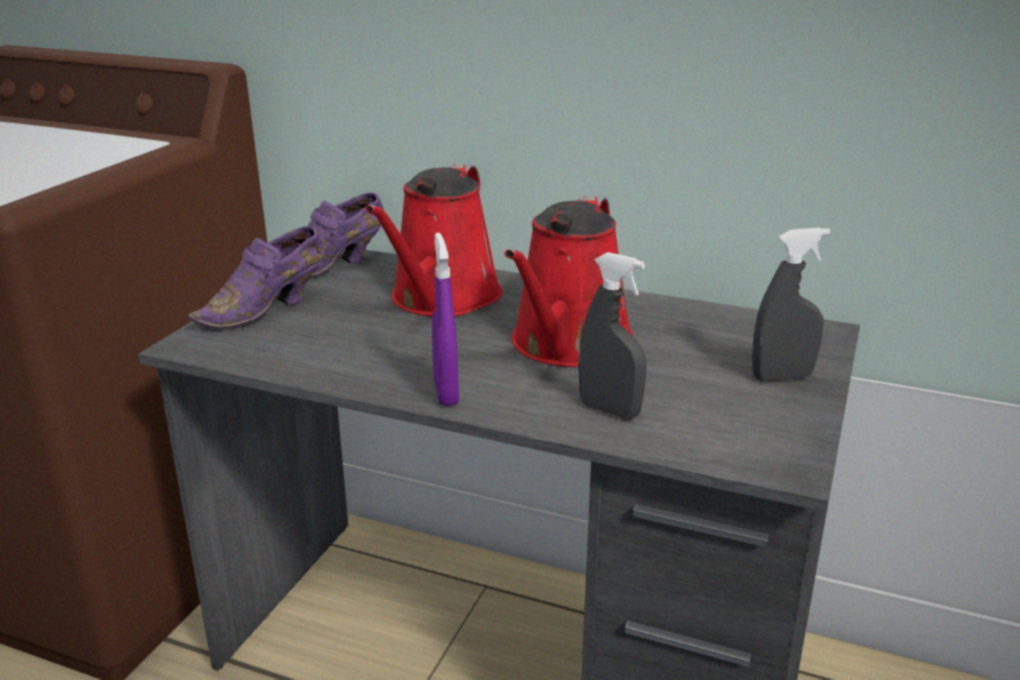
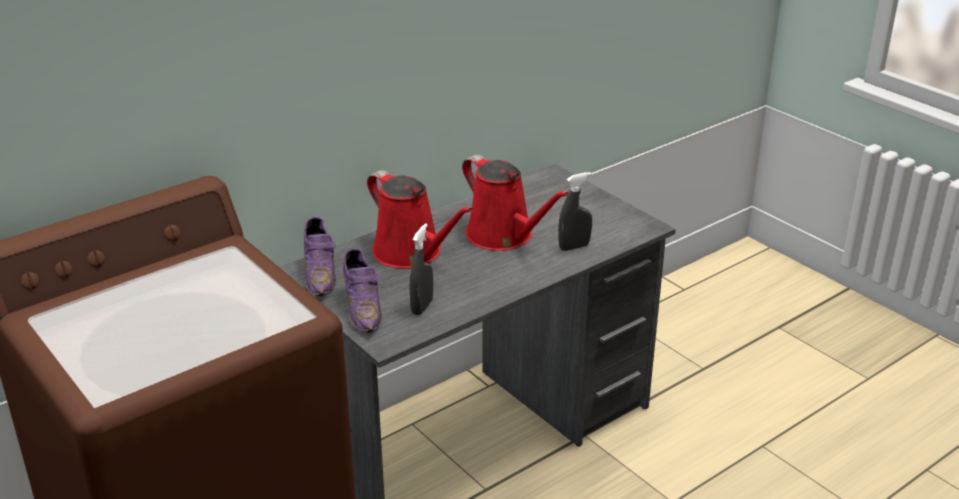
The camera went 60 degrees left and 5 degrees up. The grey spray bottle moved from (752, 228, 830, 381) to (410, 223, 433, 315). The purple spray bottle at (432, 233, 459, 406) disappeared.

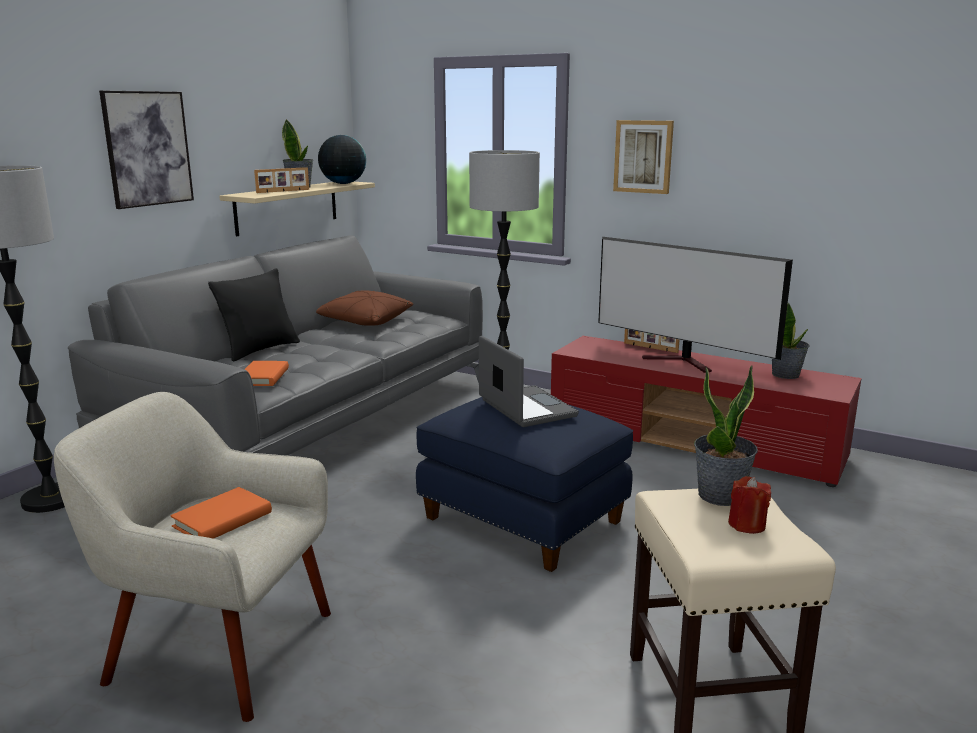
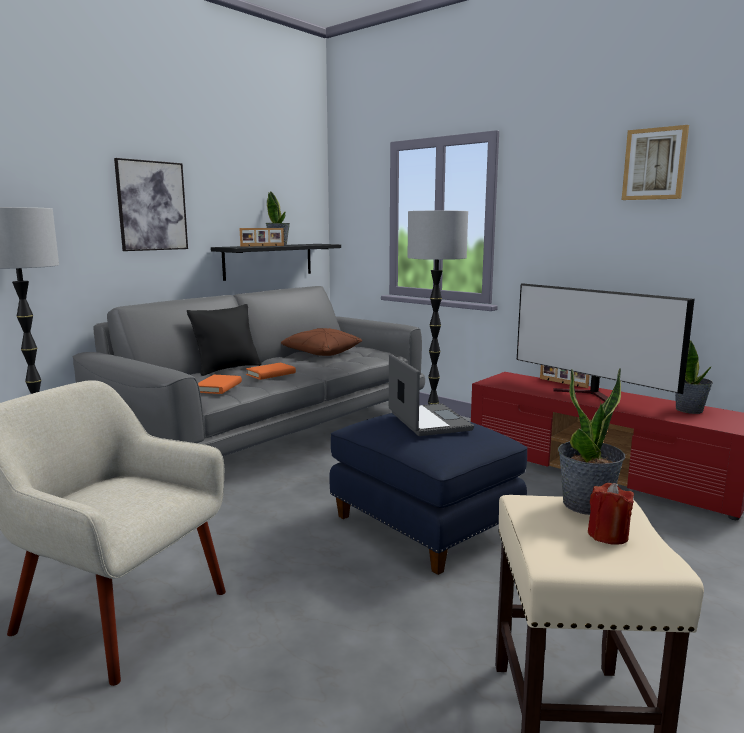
The camera went 10 degrees right and 5 degrees down. The beige shelf at (219, 182, 375, 236) became the black shelf at (211, 244, 341, 281). The orange book moved from (170, 487, 272, 539) to (246, 363, 296, 380). The picture moved from (613, 120, 674, 194) to (622, 125, 689, 200). The globe at (318, 135, 366, 184) disappeared.

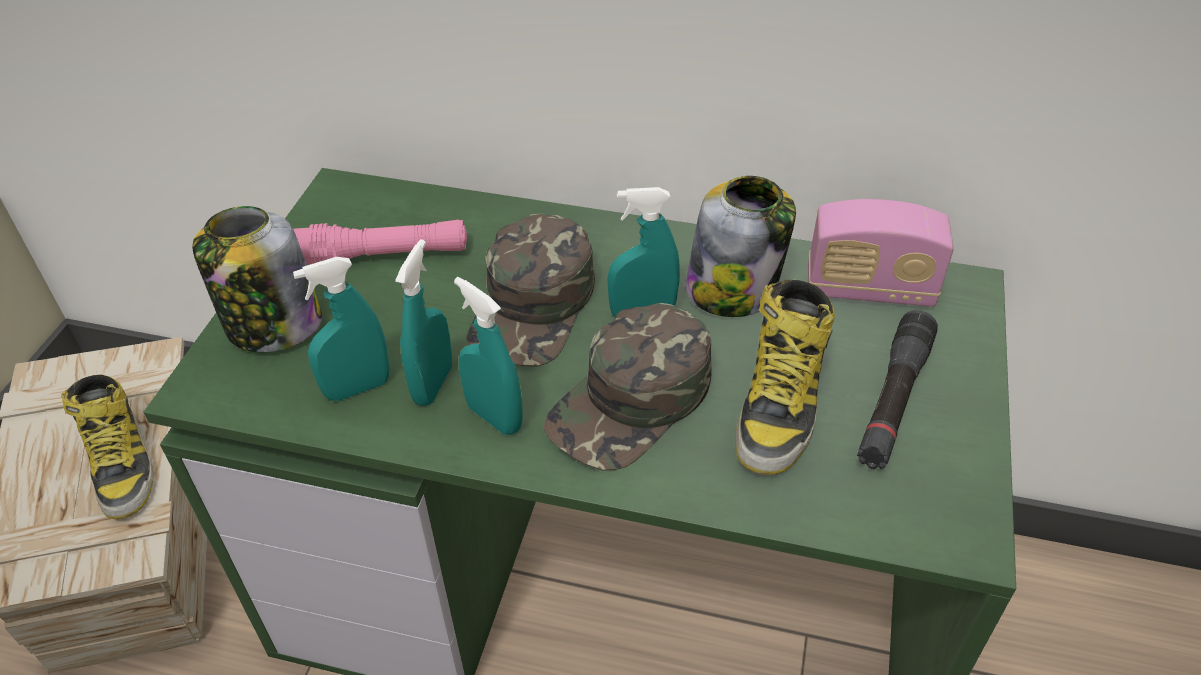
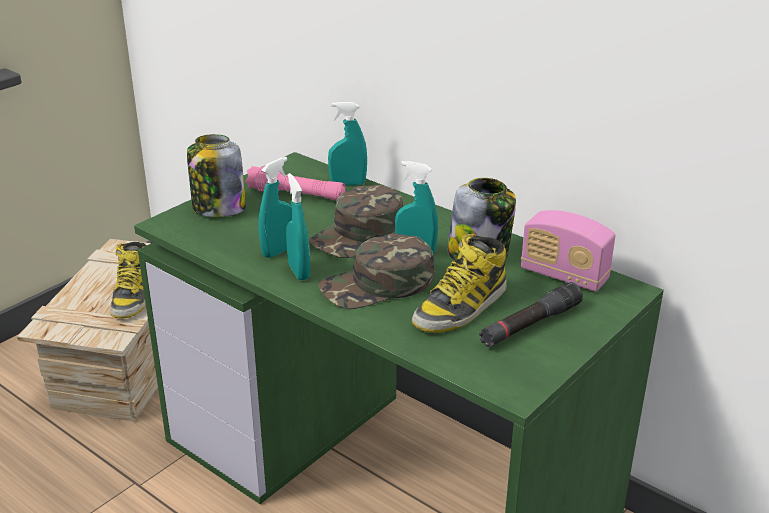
The camera went 25 degrees right and 15 degrees down. The turquoise spray bottle moved from (293, 257, 389, 401) to (328, 102, 367, 185).

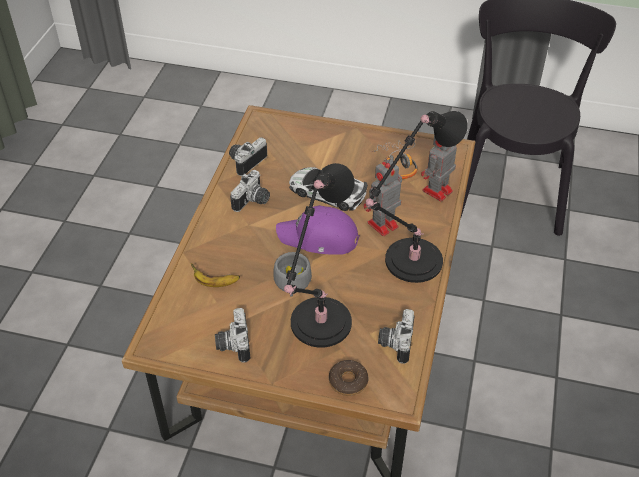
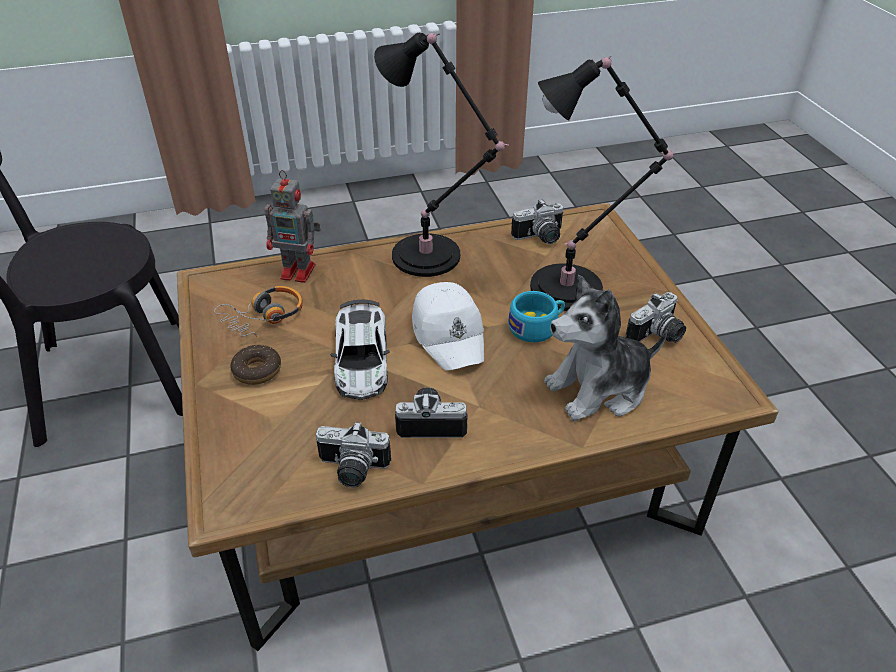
The camera went 120 degrees left and 5 degrees down. The donut moved from (329, 360, 368, 396) to (230, 345, 281, 385). The purple cap at (276, 205, 360, 255) became the white cap at (412, 282, 484, 370). The grey cup at (273, 252, 312, 297) became the turquoise cup at (508, 291, 565, 342). The banana at (191, 263, 240, 287) was replaced by the plush toy at (544, 275, 668, 421). The toy robot at (364, 157, 402, 236) disappeared.

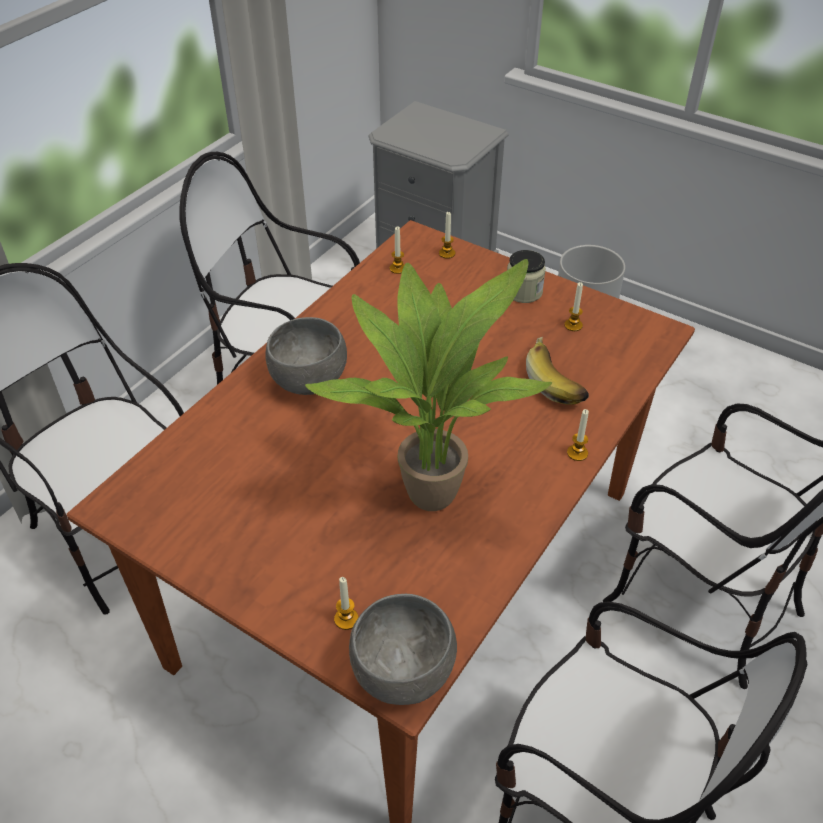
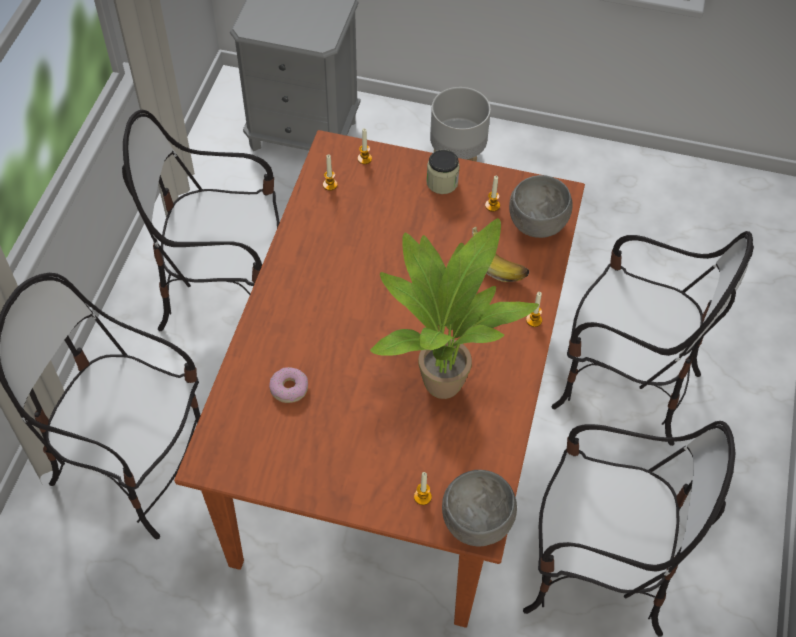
The camera went 20 degrees left and 10 degrees up. The donut at (269, 367, 308, 403) appeared. The grey bowl moved from (265, 317, 347, 395) to (509, 175, 573, 238).

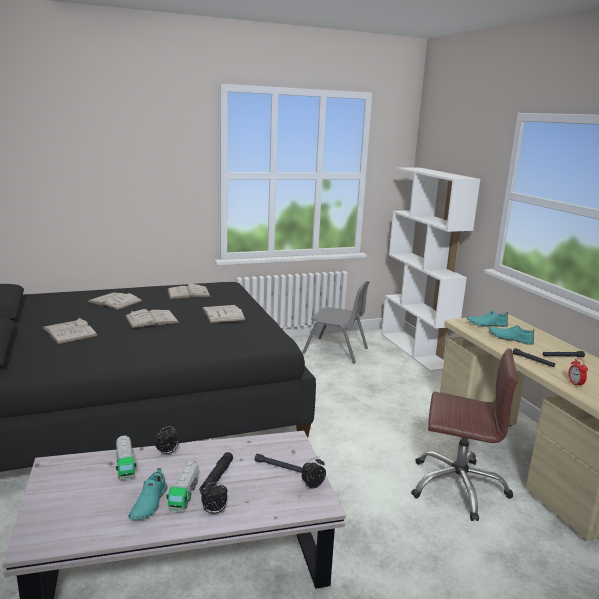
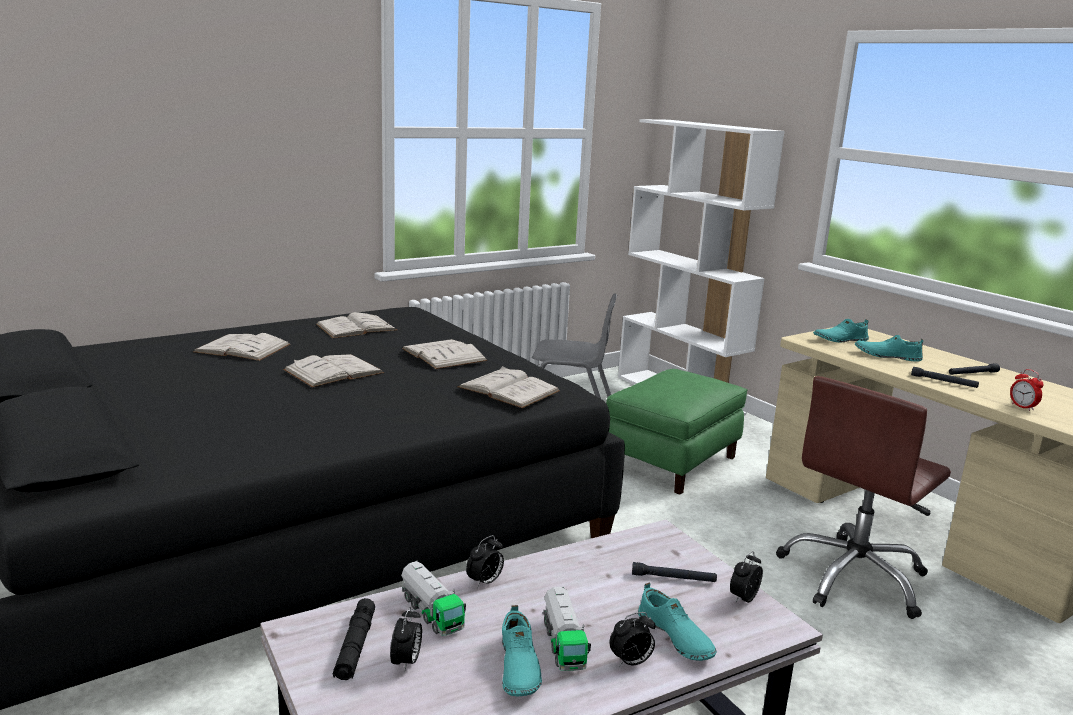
The camera went 15 degrees left and 0 degrees up. The black flashlight moved from (199, 452, 233, 492) to (333, 598, 375, 680). The alarm clock at (390, 607, 422, 672) appeared. The white book moved from (43, 318, 98, 344) to (457, 366, 560, 408). The green ottoman at (606, 369, 748, 495) appeared. The turquoise shoe at (638, 582, 717, 661) appeared. The brown office chair at (411, 349, 518, 521) turned 135 degrees clockwise.

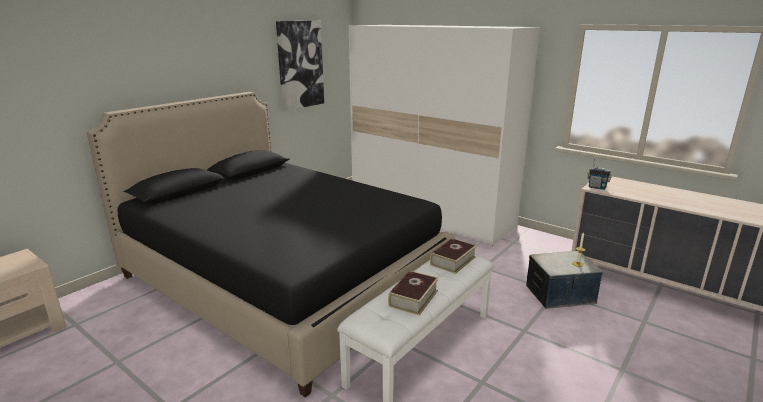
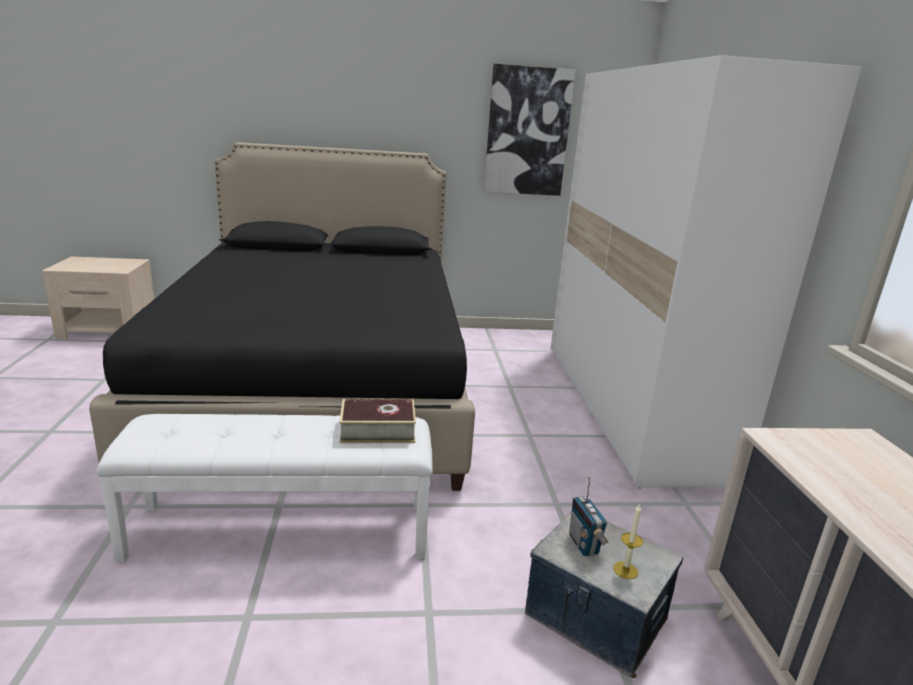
The camera went 45 degrees right and 0 degrees up. The radio moved from (587, 159, 612, 190) to (569, 477, 608, 556). The book at (388, 271, 439, 316) disappeared.

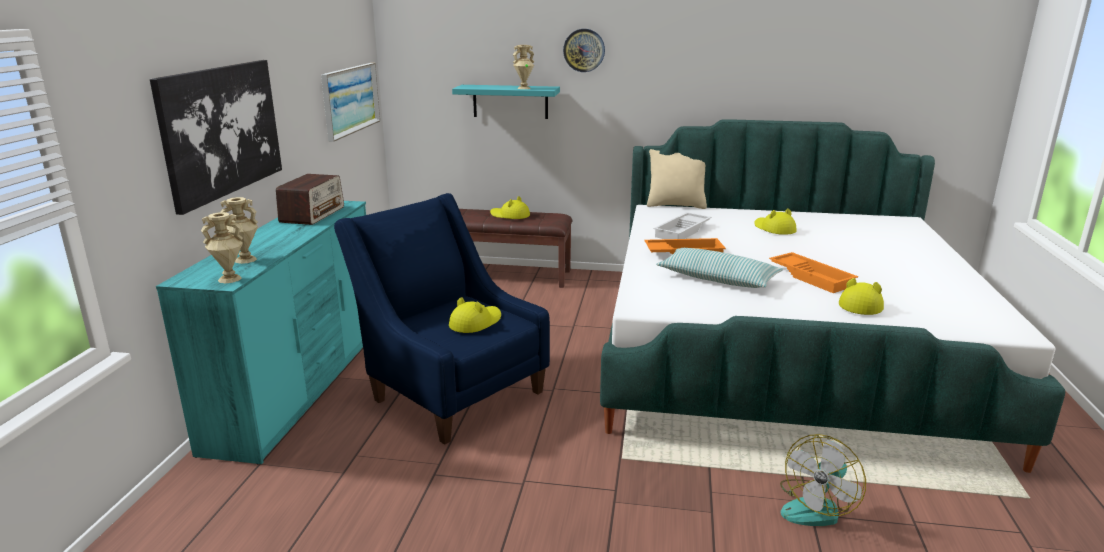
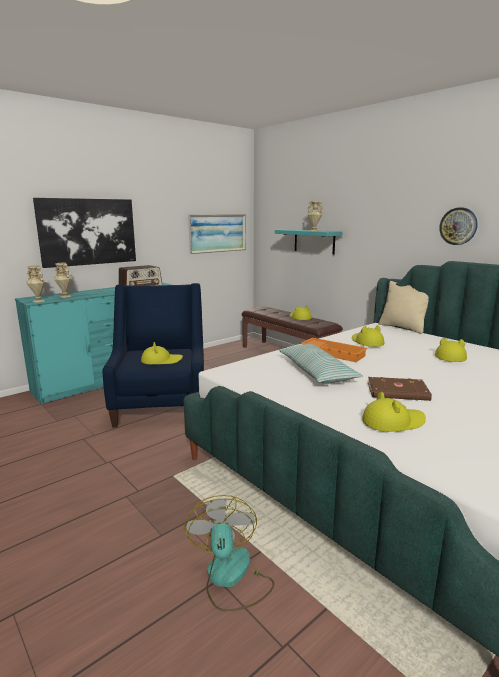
The camera went 40 degrees right and 5 degrees down. The fan at (780, 434, 866, 526) turned 90 degrees clockwise. The white tray at (653, 212, 711, 239) was replaced by the yellow hat at (352, 325, 384, 347). The orange tray at (769, 252, 858, 293) was replaced by the brown book at (368, 377, 432, 401). The wall clock moved from (563, 29, 605, 72) to (439, 207, 478, 245).

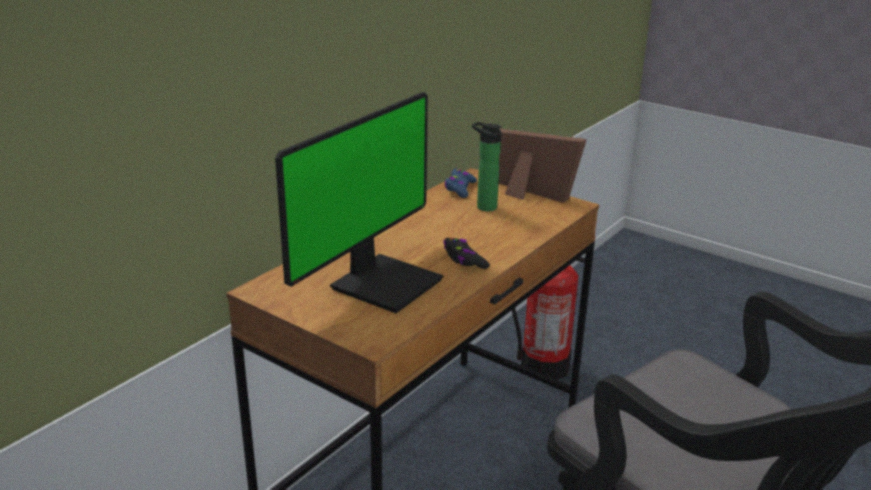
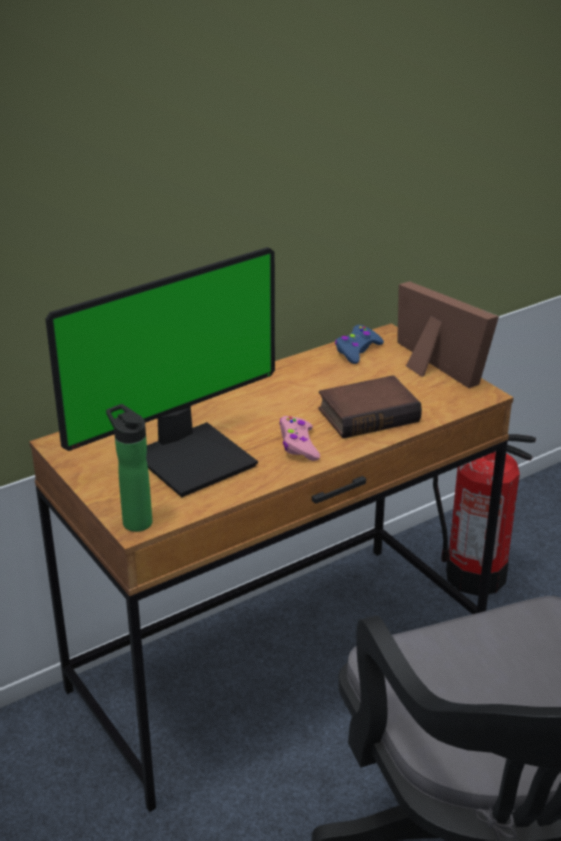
The camera went 20 degrees right and 5 degrees up. The bottle moved from (472, 122, 502, 211) to (106, 404, 152, 532). The black game controller at (443, 238, 490, 269) became the pink game controller at (280, 416, 320, 461). The book at (318, 375, 422, 439) appeared.

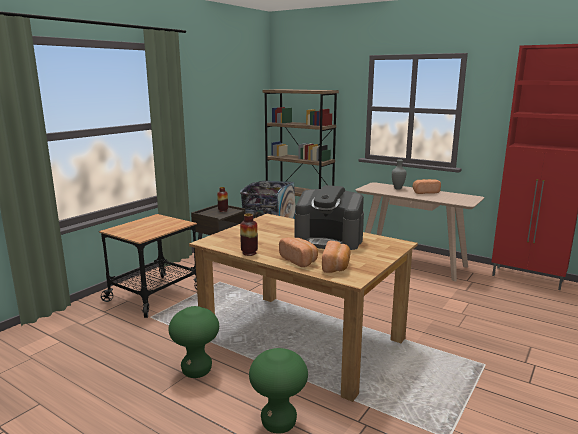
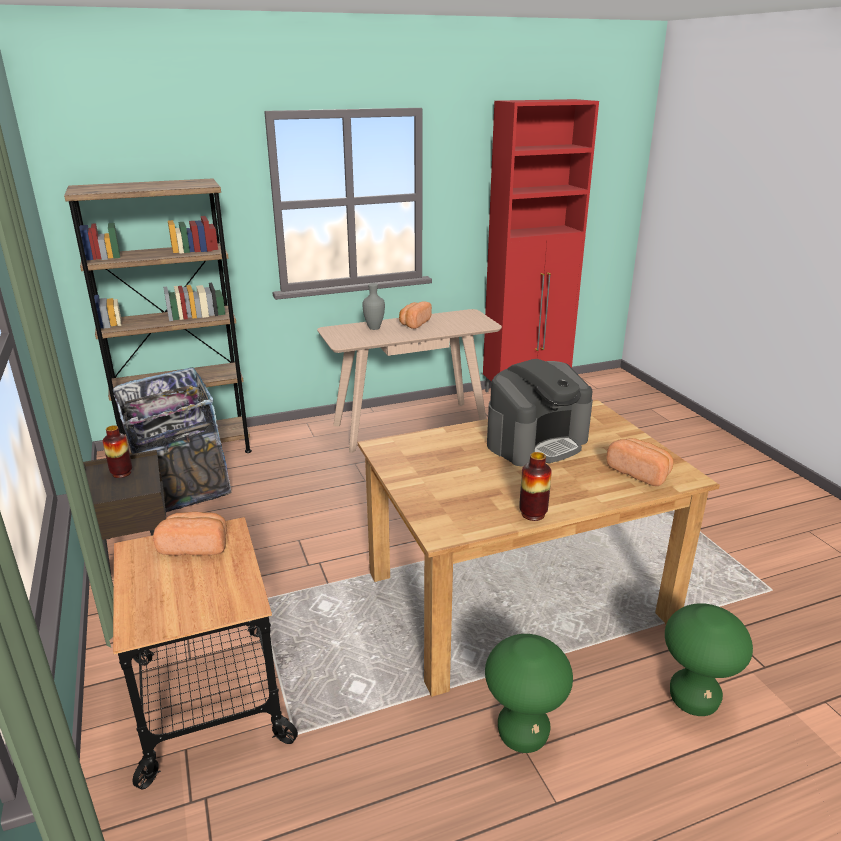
The camera went 55 degrees left and 10 degrees up. The bread moved from (279, 237, 318, 267) to (153, 512, 227, 555).

